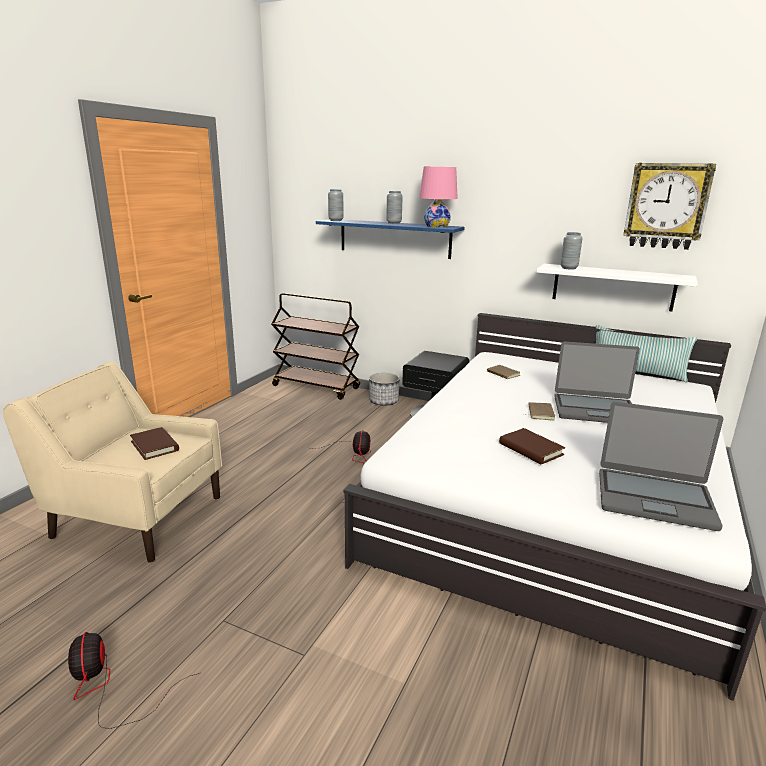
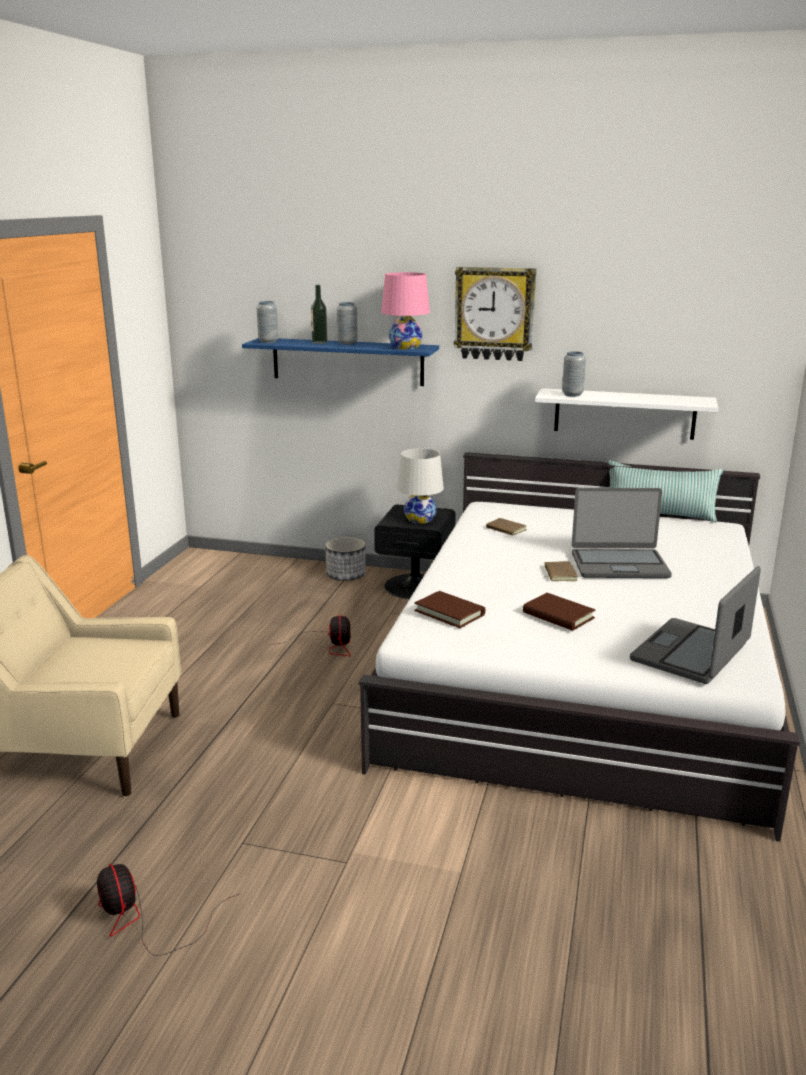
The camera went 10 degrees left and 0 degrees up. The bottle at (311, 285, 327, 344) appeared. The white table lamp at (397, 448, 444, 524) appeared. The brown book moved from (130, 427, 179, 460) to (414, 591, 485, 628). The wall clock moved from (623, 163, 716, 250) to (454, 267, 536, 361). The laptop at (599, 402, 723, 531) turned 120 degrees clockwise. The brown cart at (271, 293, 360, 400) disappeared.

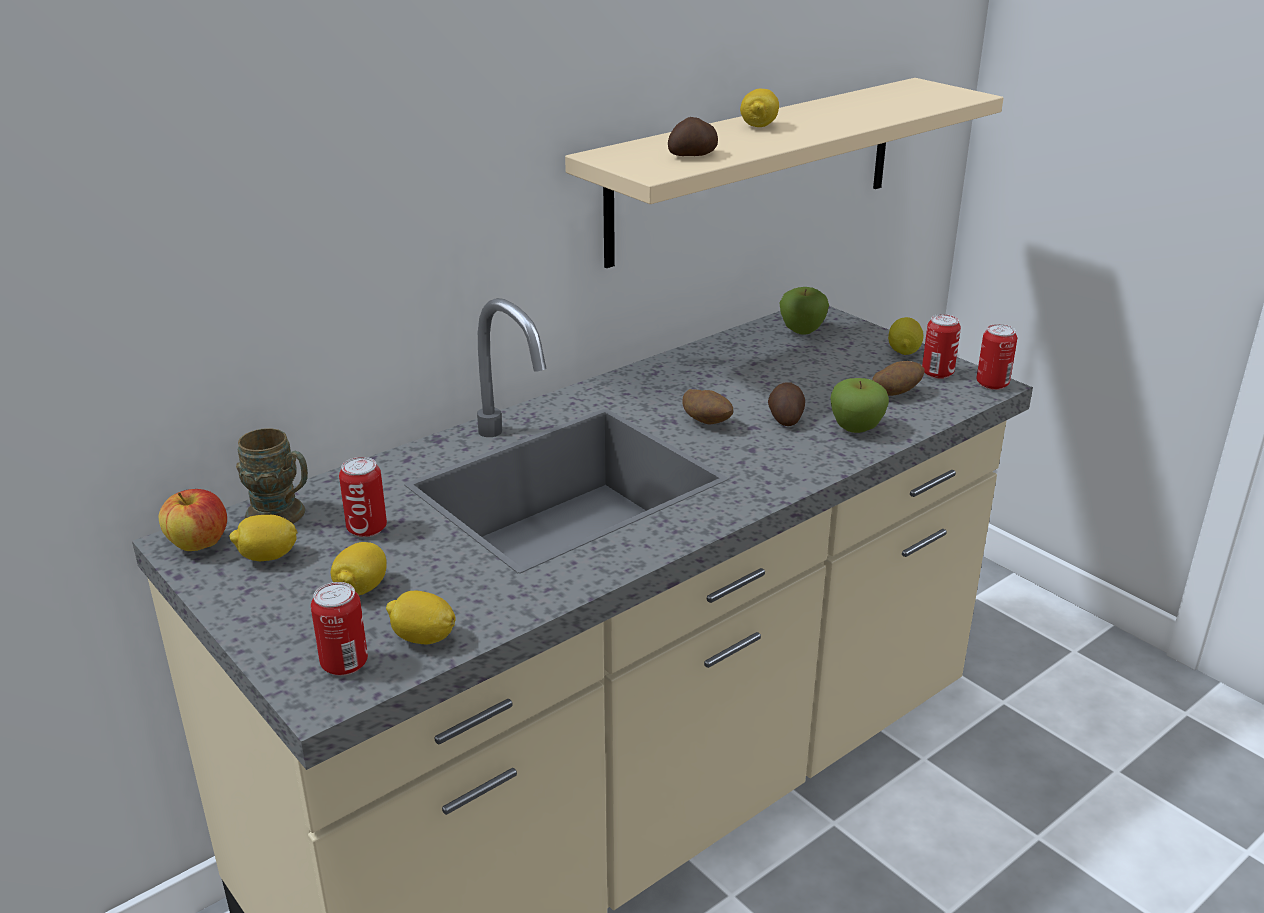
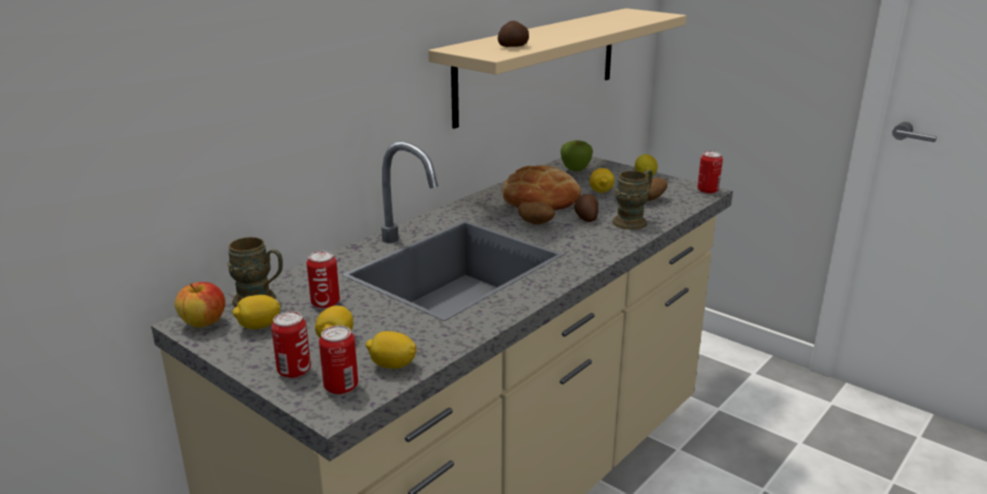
The camera went 10 degrees left and 5 degrees down. The can moved from (922, 314, 961, 379) to (271, 311, 311, 378). The bread at (502, 165, 581, 210) appeared. The lemon moved from (740, 89, 779, 127) to (589, 168, 614, 193). The apple at (830, 378, 889, 433) was replaced by the brown mug at (612, 169, 653, 230).

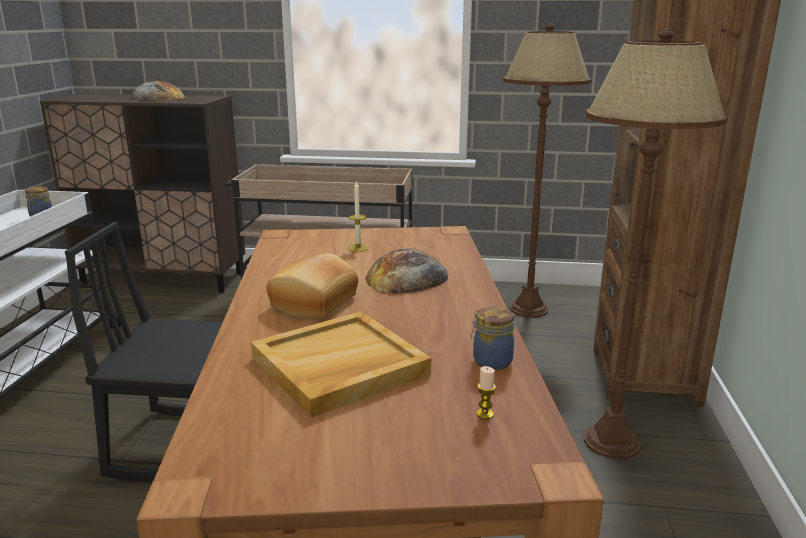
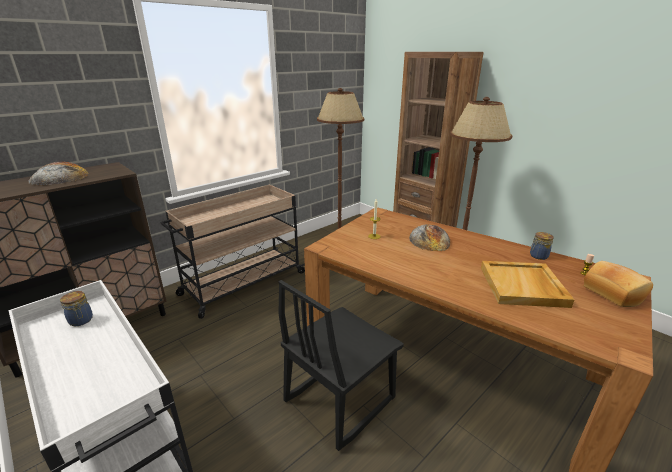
The camera went 50 degrees left and 5 degrees up. The bread moved from (267, 253, 358, 318) to (584, 261, 653, 307).

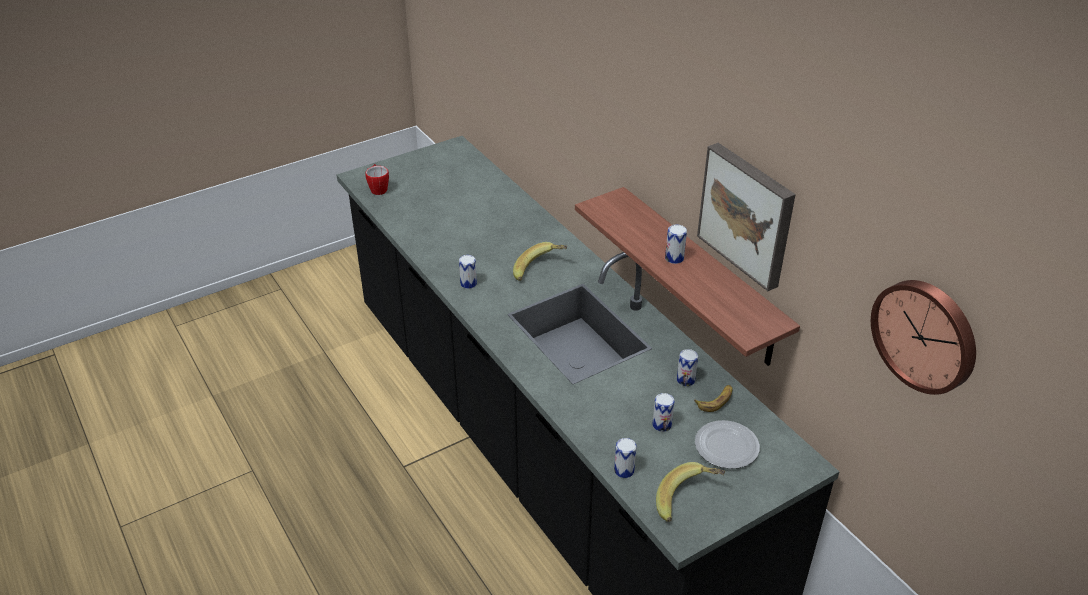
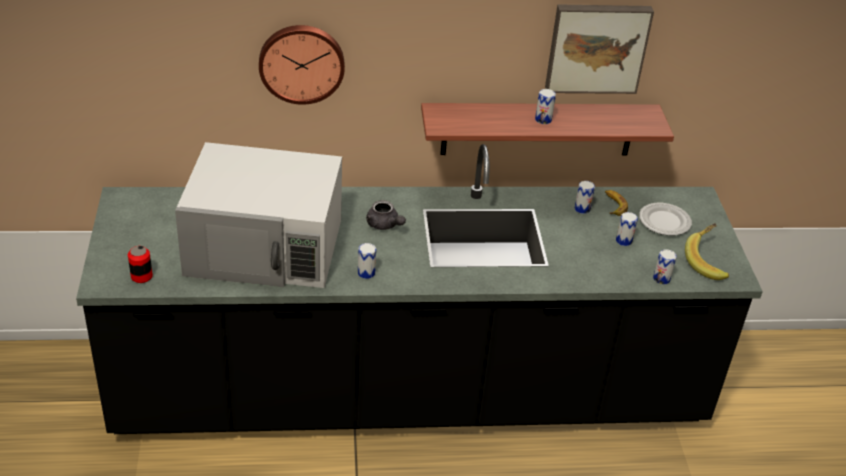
The camera went 65 degrees left and 0 degrees up. The mug at (365, 164, 389, 195) was replaced by the can at (128, 246, 153, 283). The white microwave at (175, 142, 342, 288) appeared. The wall clock moved from (871, 280, 976, 395) to (259, 25, 345, 105). The banana at (513, 242, 567, 281) was replaced by the grey teapot at (366, 200, 406, 230).

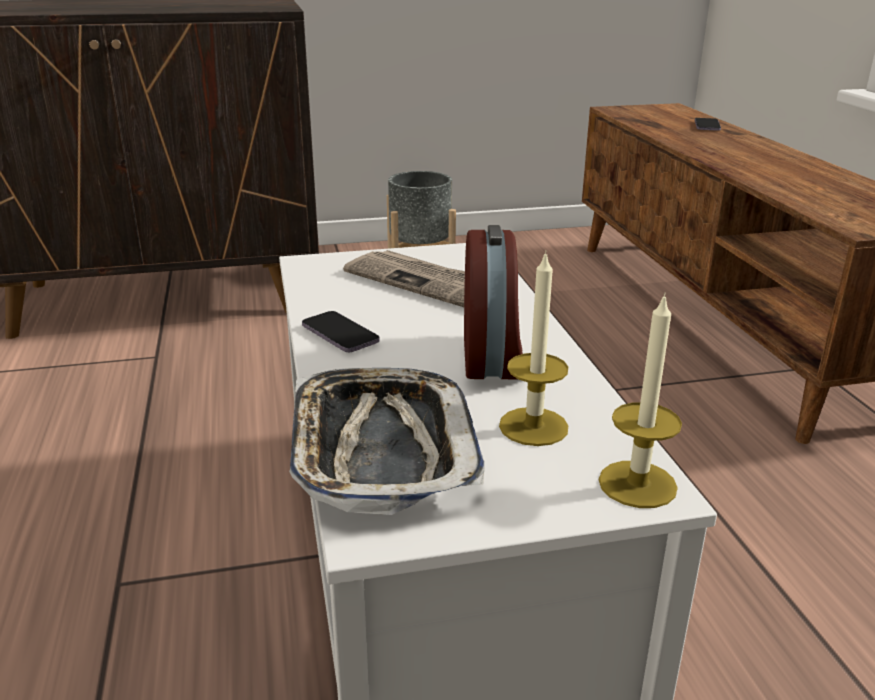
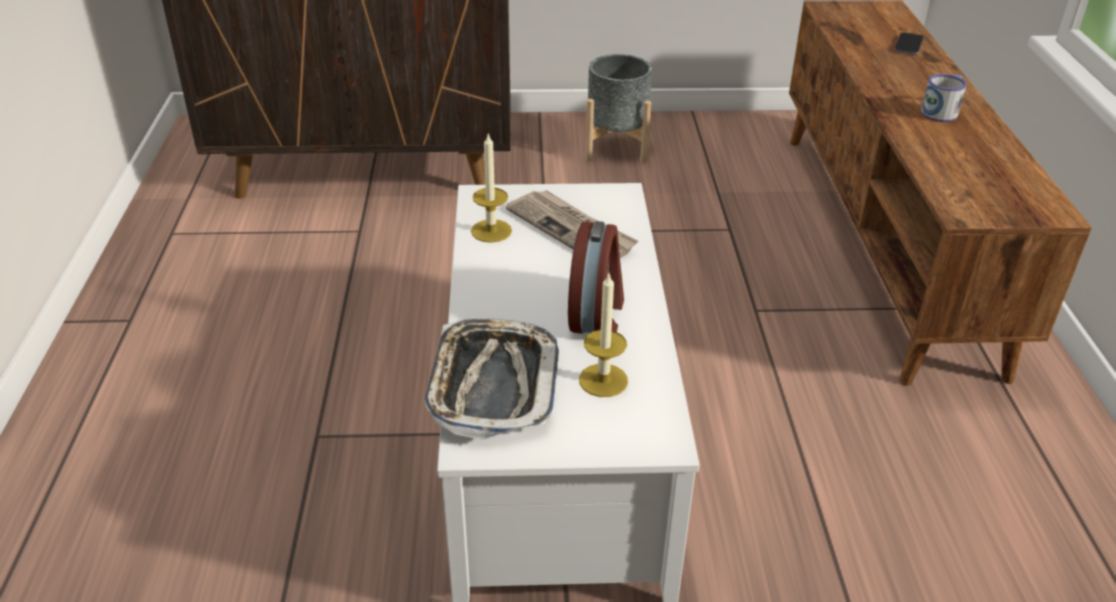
The camera went 10 degrees right and 10 degrees up. The candle moved from (599, 293, 682, 508) to (471, 132, 512, 243). The mug at (921, 74, 966, 122) appeared. The phone at (302, 311, 380, 352) disappeared.

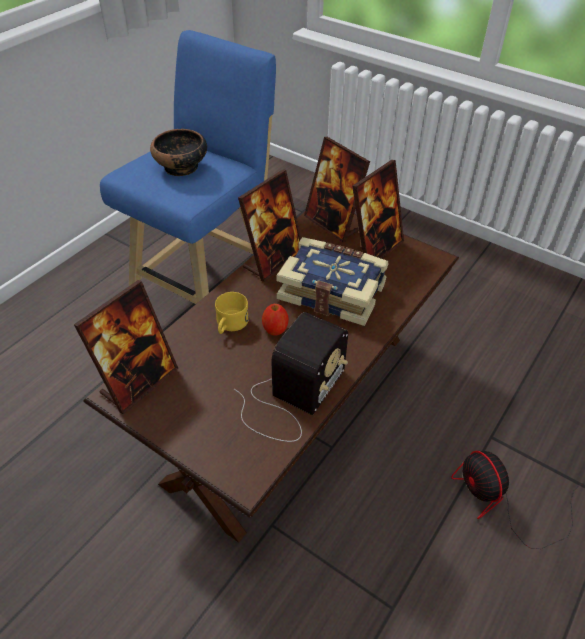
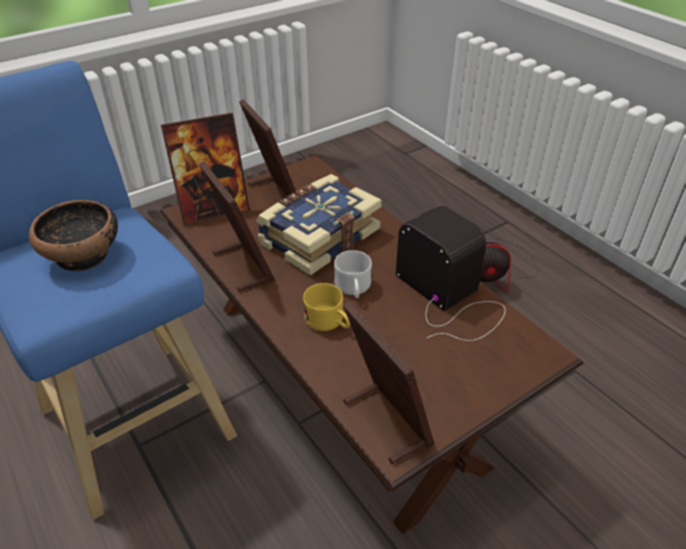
The camera went 70 degrees left and 5 degrees down. The apple at (262, 304, 289, 336) was replaced by the white mug at (334, 250, 372, 298).

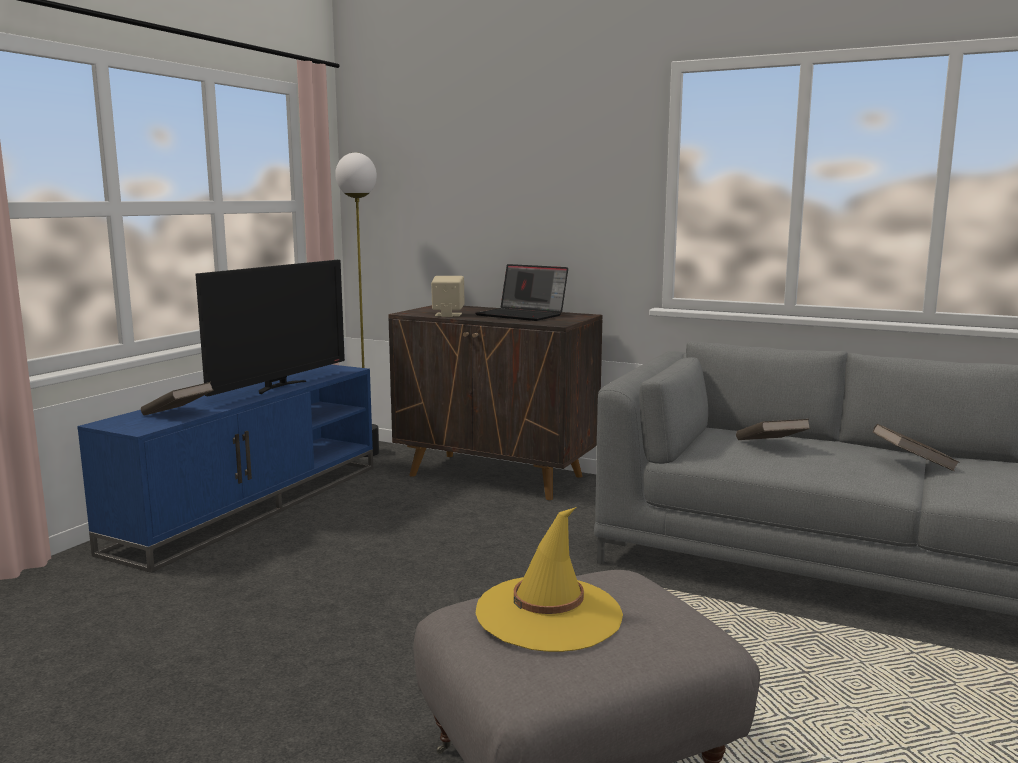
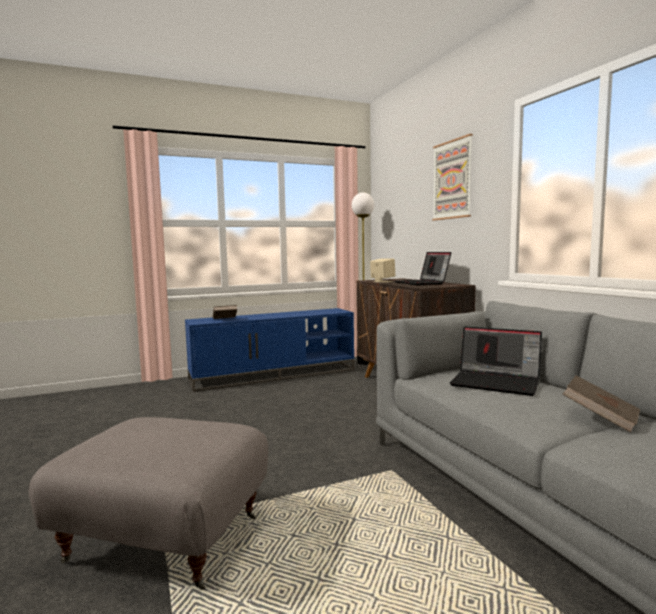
The camera went 40 degrees right and 5 degrees down. The picture at (432, 134, 473, 220) appeared. The brown book at (736, 419, 811, 440) was replaced by the laptop at (450, 326, 542, 396). The television at (195, 260, 345, 396) disappeared. The yellow hat at (476, 507, 623, 652) disappeared.

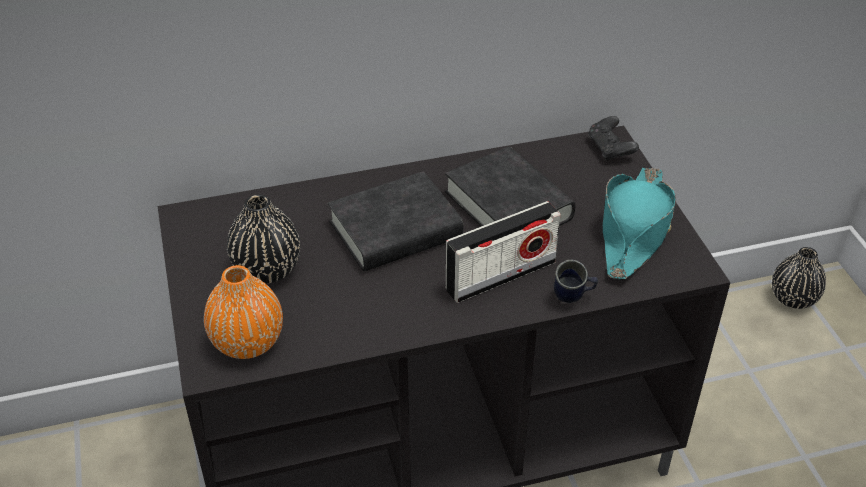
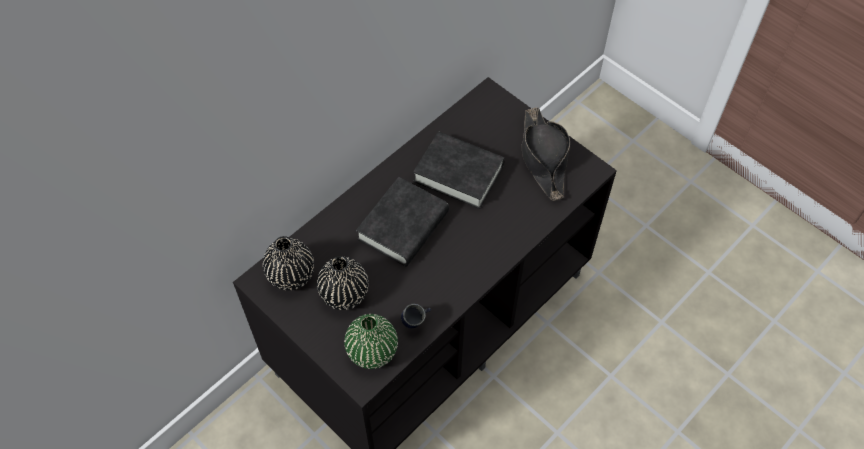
The camera went 30 degrees left and 15 degrees up. The black vase moved from (772, 247, 826, 309) to (263, 236, 314, 290). The orange vase at (204, 265, 283, 359) became the green vase at (344, 314, 398, 369). The blue mug moved from (554, 260, 598, 303) to (401, 304, 431, 328). The turquoise hat at (603, 168, 676, 279) became the black hat at (522, 107, 570, 201). The radio at (446, 201, 561, 303) disappeared. The black game controller at (588, 116, 639, 161) disappeared.

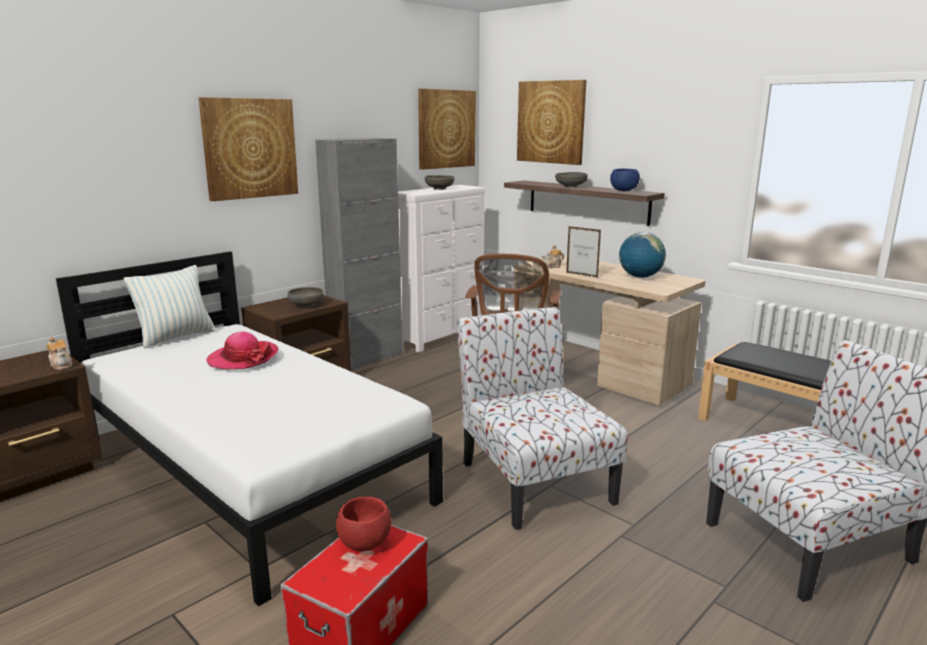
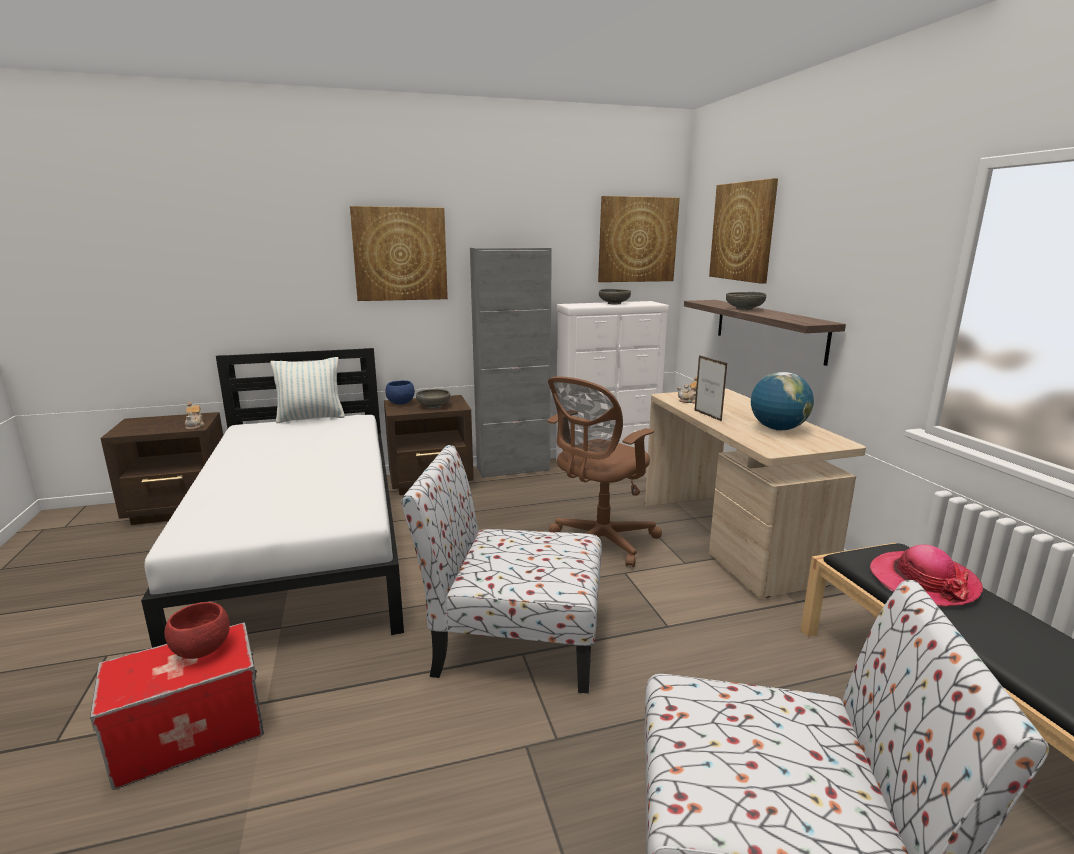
The camera went 30 degrees right and 0 degrees up. The blue bowl moved from (610, 168, 640, 191) to (386, 380, 415, 404). The chair at (457, 307, 628, 530) turned 90 degrees counterclockwise. The hat moved from (206, 331, 279, 369) to (870, 544, 983, 607).

